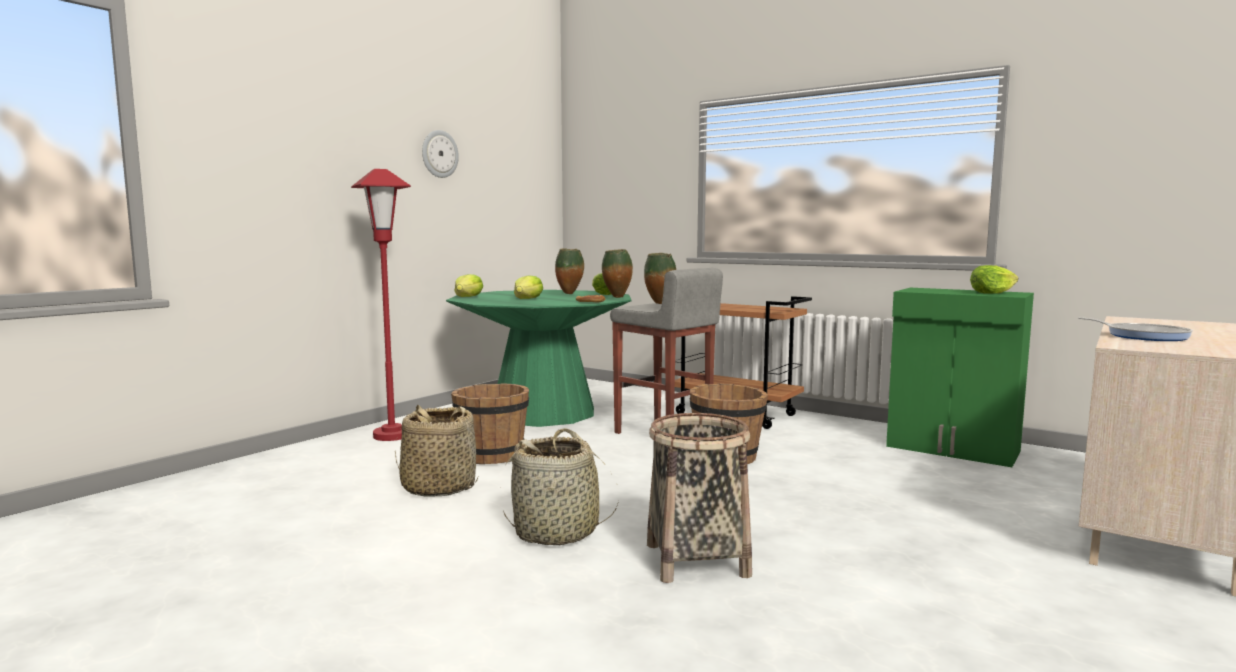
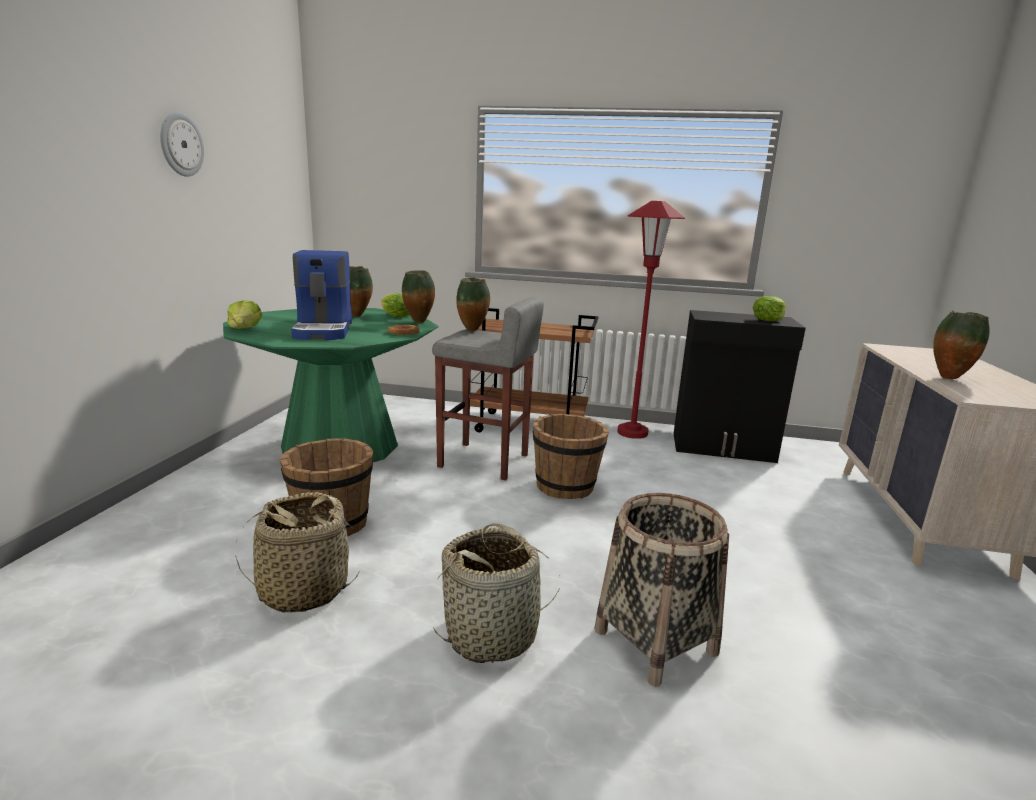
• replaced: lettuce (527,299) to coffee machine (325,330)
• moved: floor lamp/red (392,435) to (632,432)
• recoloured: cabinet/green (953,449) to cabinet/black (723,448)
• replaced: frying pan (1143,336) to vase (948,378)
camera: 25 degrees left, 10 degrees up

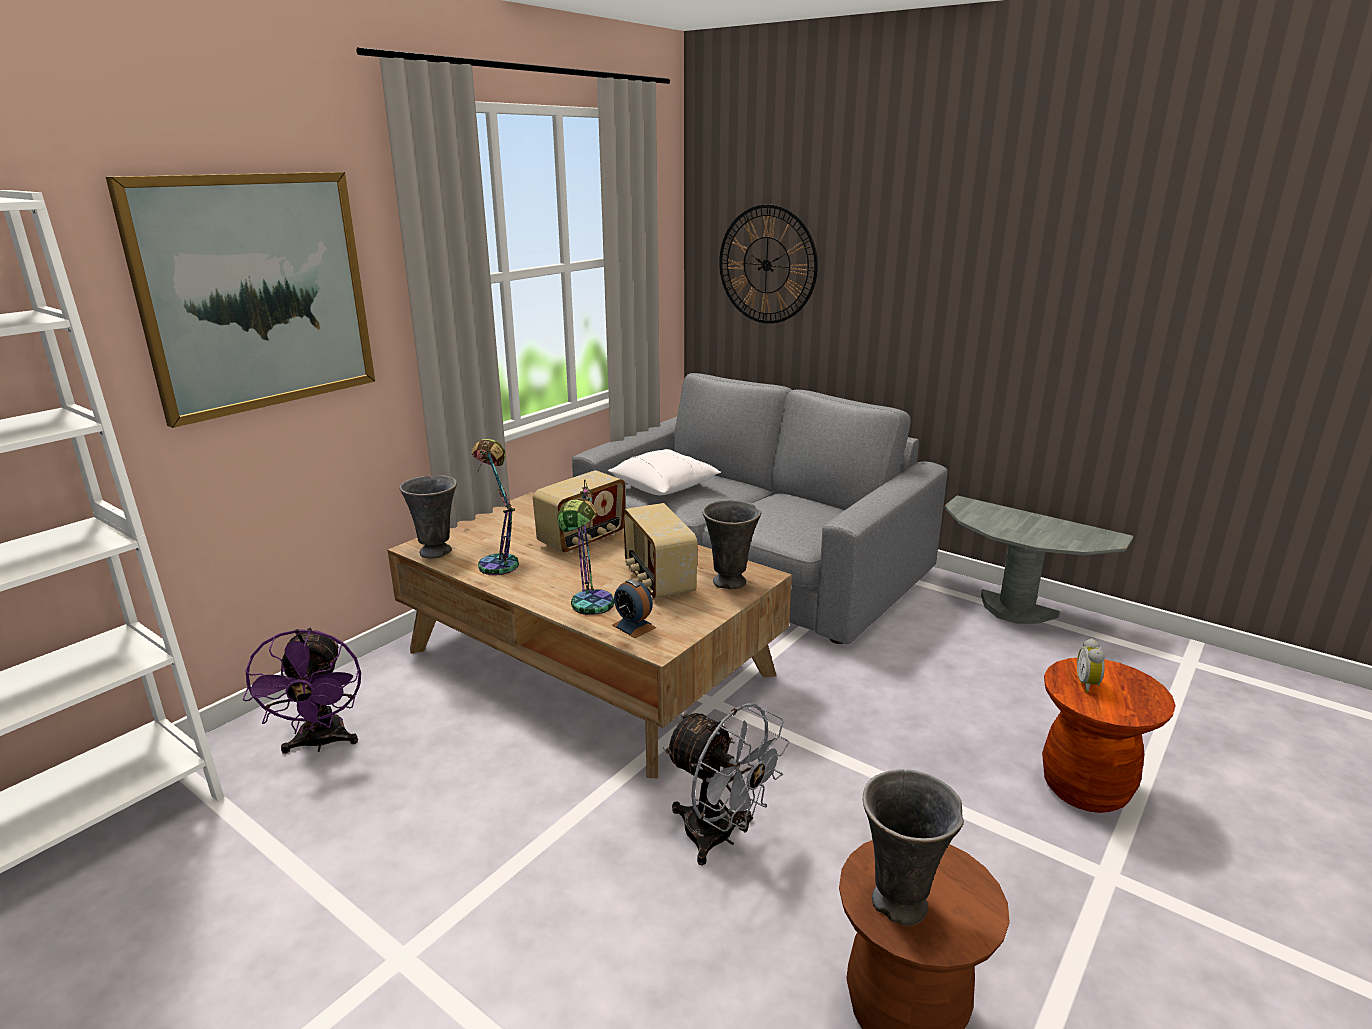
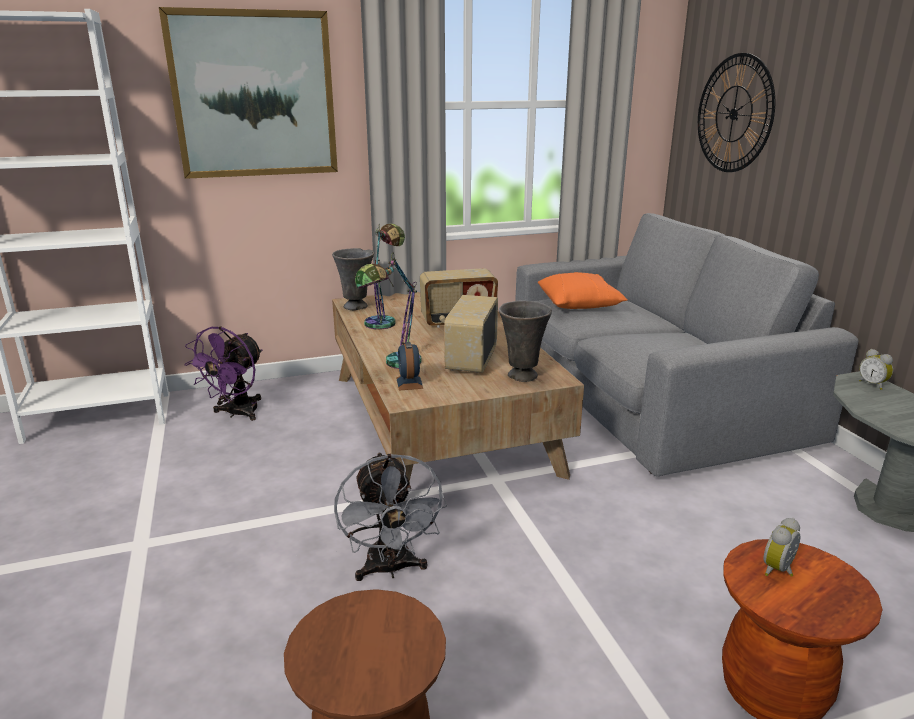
• recoloured: pillow/white (664,486) to pillow/orange (579,304)
• added: alarm clock (873,384)
• removed: vase/grey (900,905)
camera: 35 degrees right, 0 degrees up

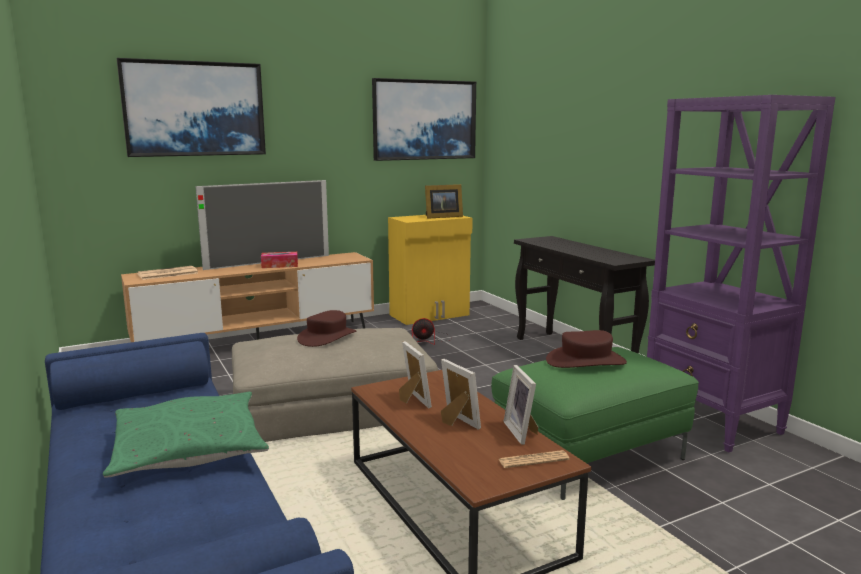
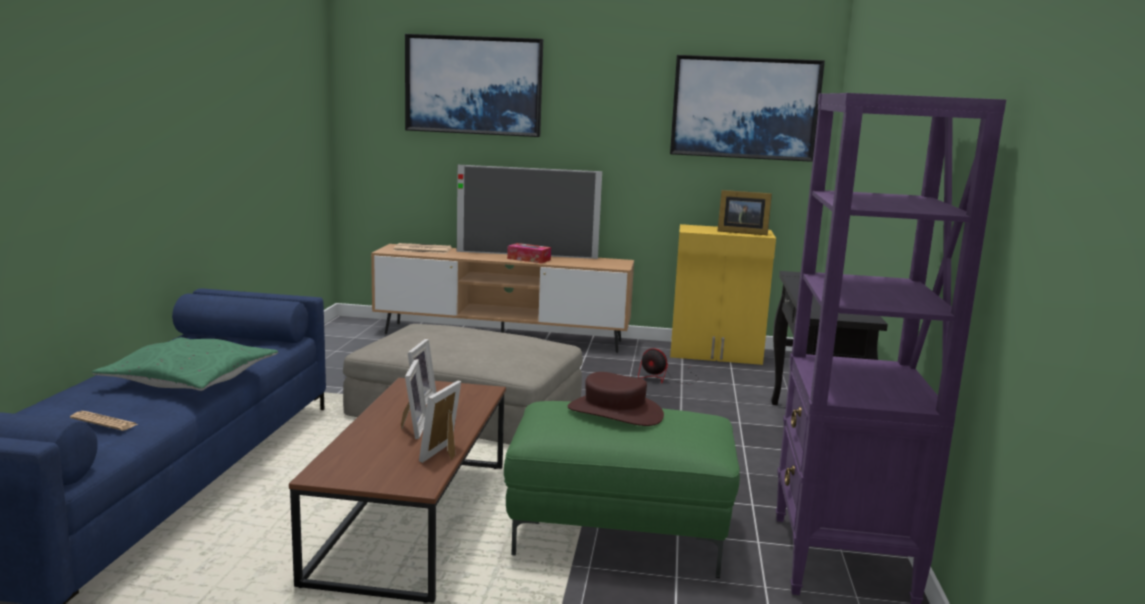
• moved: newspaper (533,460) to (104,422)
• removed: hat/brown (327,337)
camera: 35 degrees right, 0 degrees up

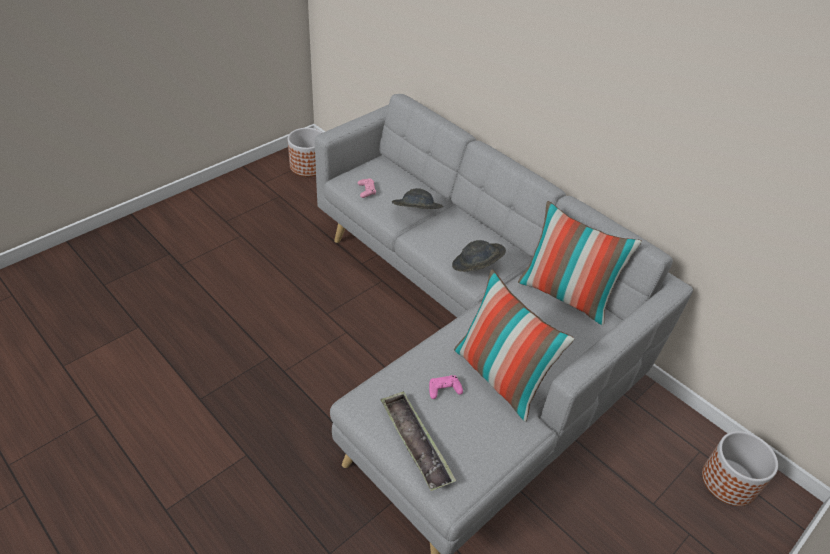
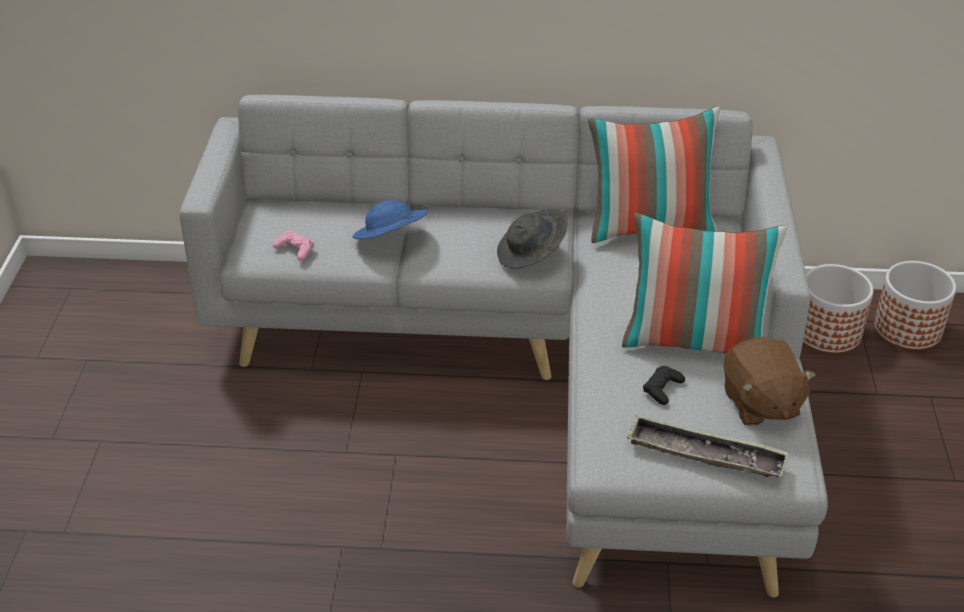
• recoloured: hat/grey (416,214) to hat/blue (390,240)
• recoloured: game controller/pink (444,389) to game controller/black (662,389)
• added: plush toy/brown (760,404)
• moved: planter (308,166) to (827,332)
camera: 40 degrees left, 5 degrees down

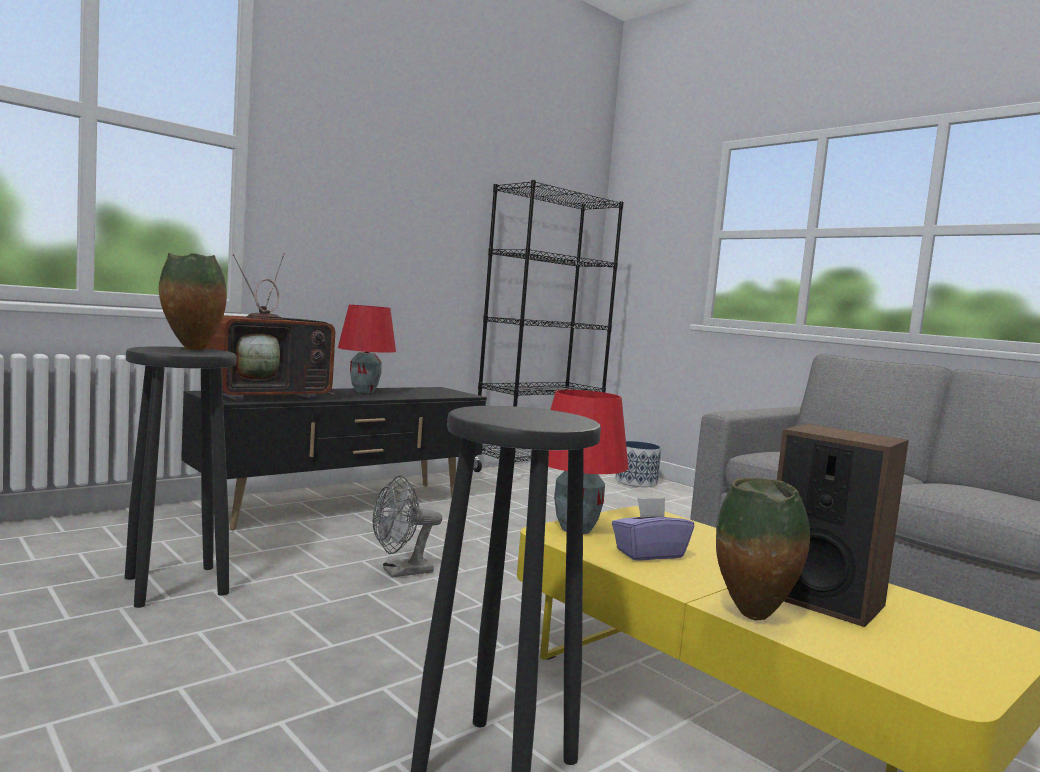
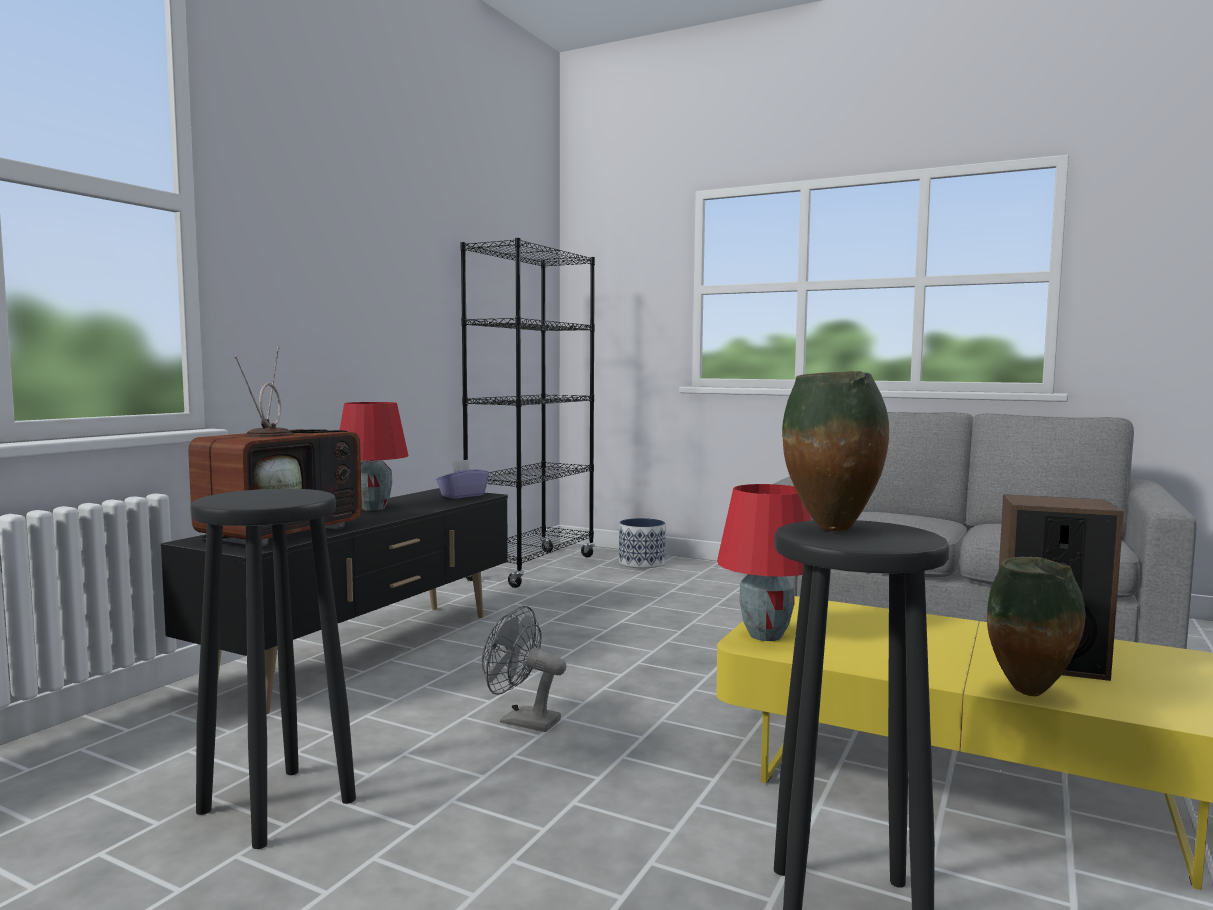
• moved: tissue box/purple (649,553) to (462,495)
• turned: fan/grey (400,572) = (521,721) 75 degrees clockwise
• moved: vase (191,349) to (832,530)
camera: 20 degrees left, 0 degrees up

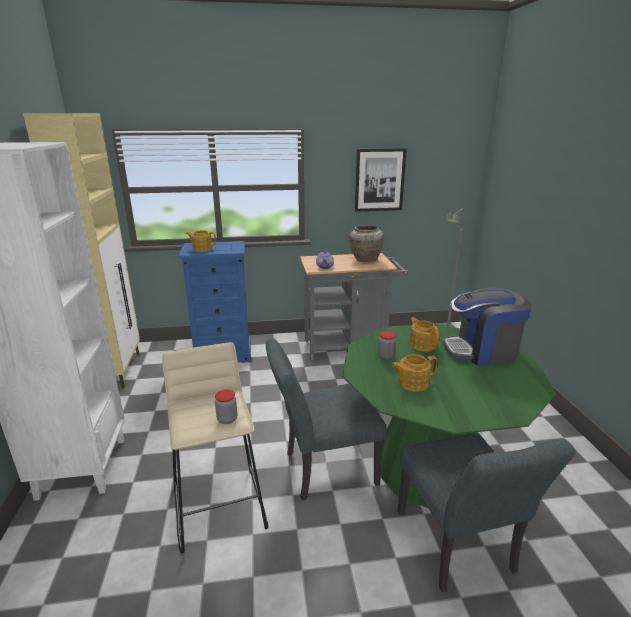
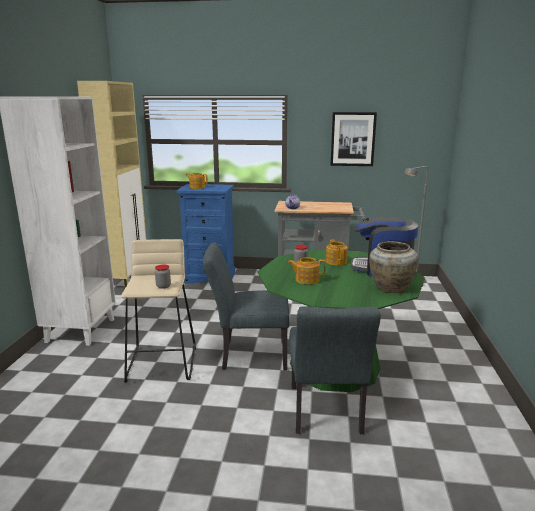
• moved: vase/beige (365,259) to (390,288)
camera: 15 degrees right, 5 degrees down

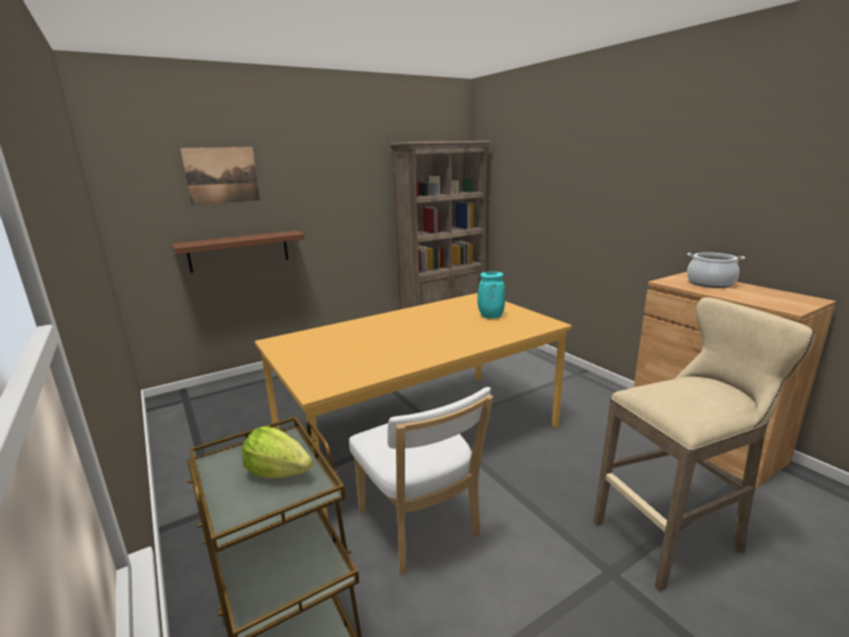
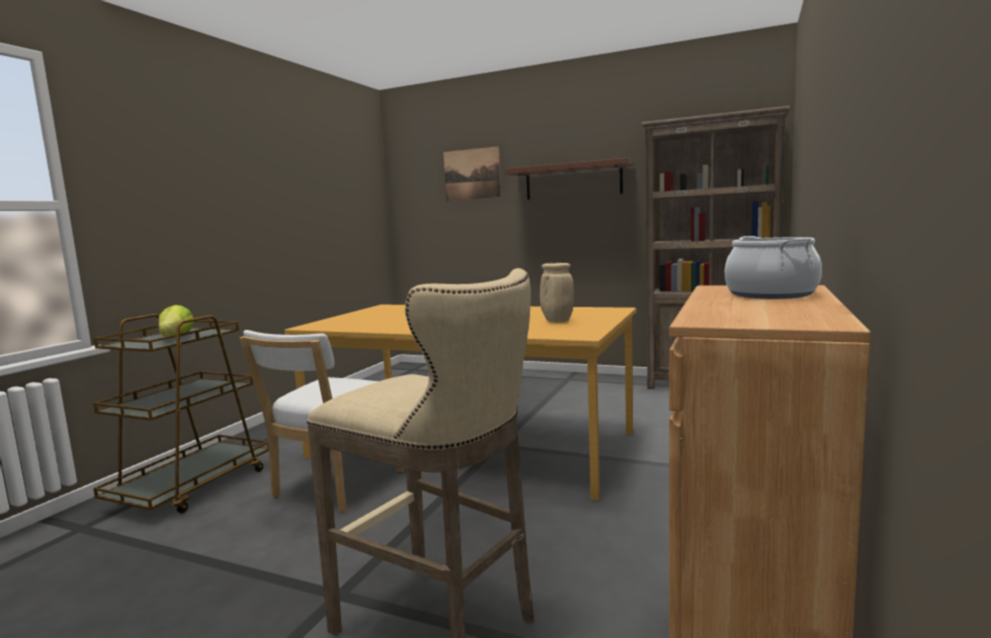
• moved: shelf/brown (239,251) to (573,181)
• recoloured: vase/turquoise (490,316) to vase/beige (556,321)
camera: 55 degrees right, 10 degrees down

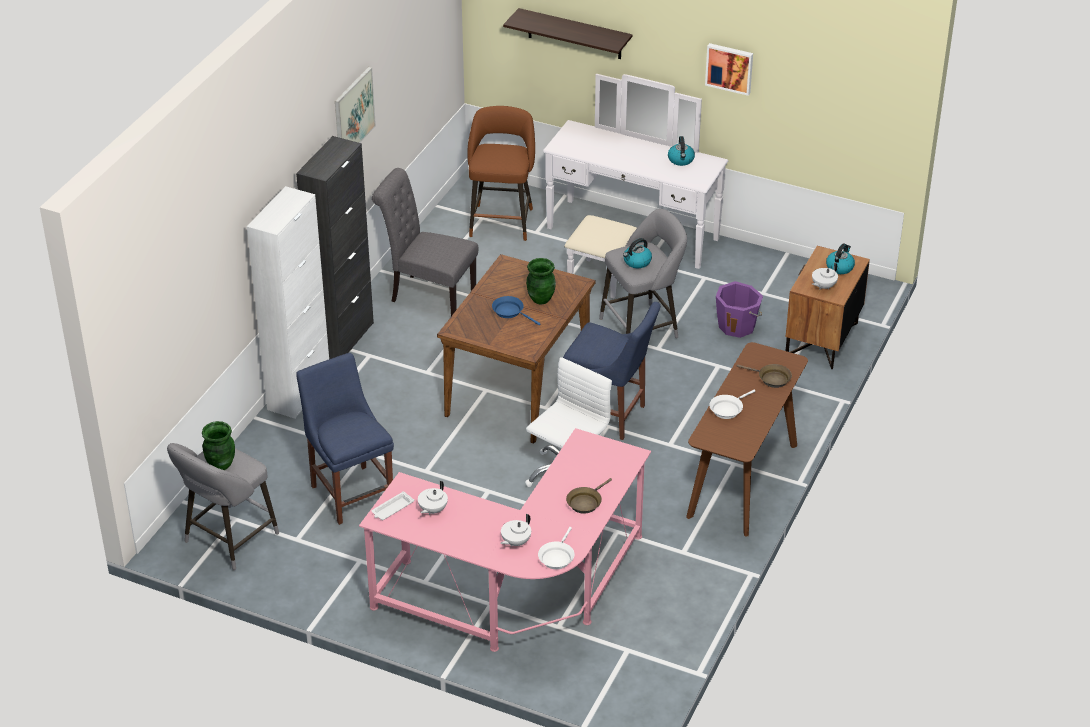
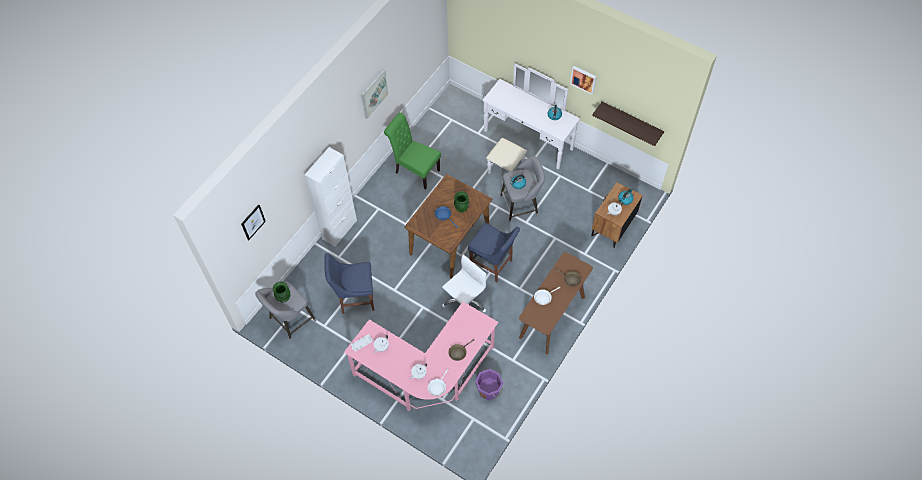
• added: picture (253,222)
• turned: chair/blue (350,491) = (355,298) 75 degrees counterclockwise
• recoloured: chair/grey (428,295) to chair/green (414,170)
• moved: bucket/purple (737,325) to (489,390)
• moved: shelf (574,34) to (631,121)
• removed: cabinet/black (343,338)
• removed: stool/brown (501,220)
camera: 10 degrees right, 20 degrees up

